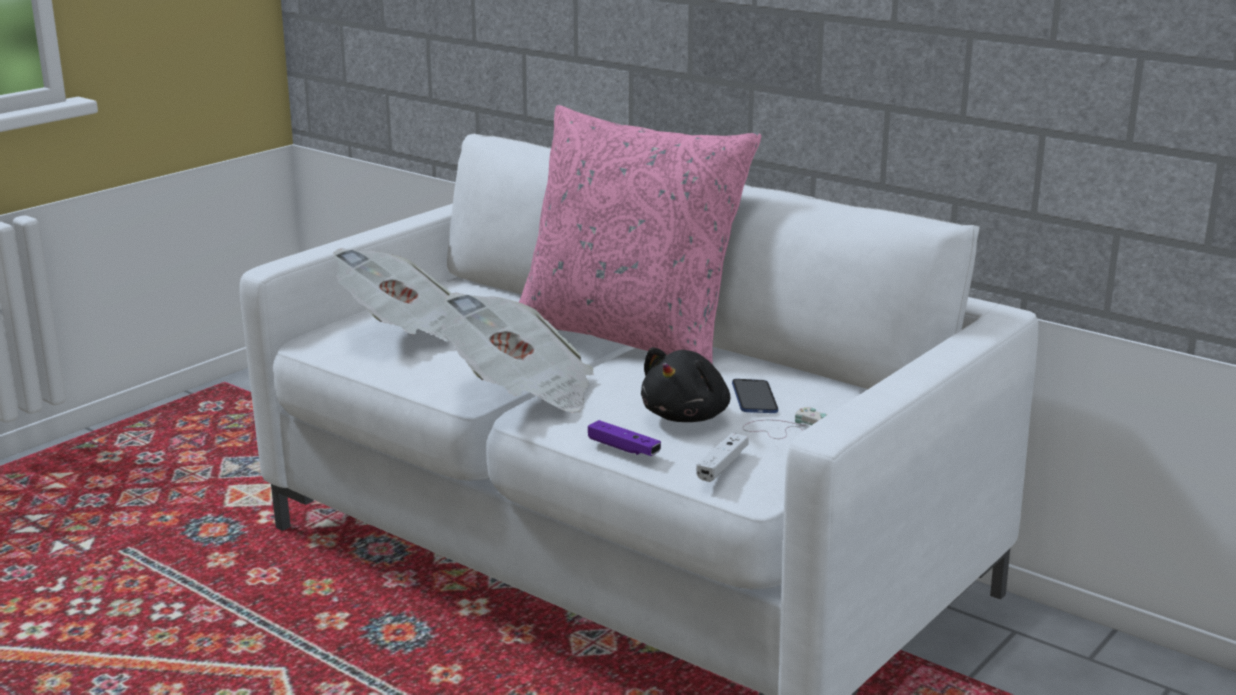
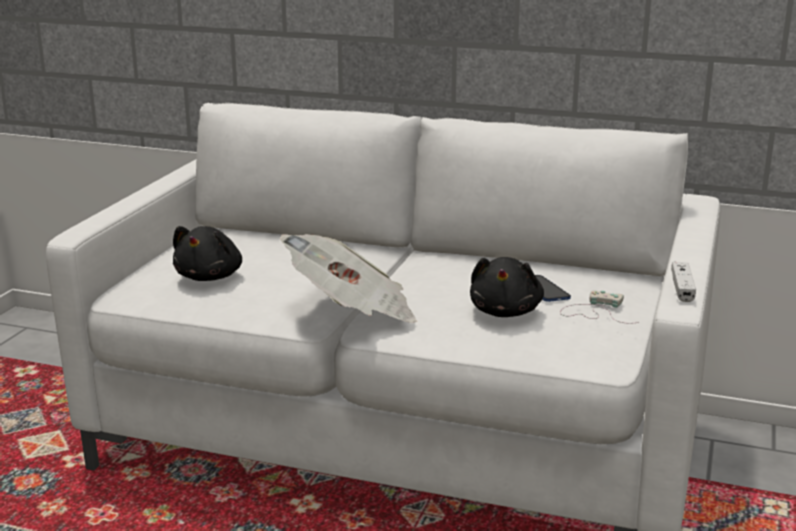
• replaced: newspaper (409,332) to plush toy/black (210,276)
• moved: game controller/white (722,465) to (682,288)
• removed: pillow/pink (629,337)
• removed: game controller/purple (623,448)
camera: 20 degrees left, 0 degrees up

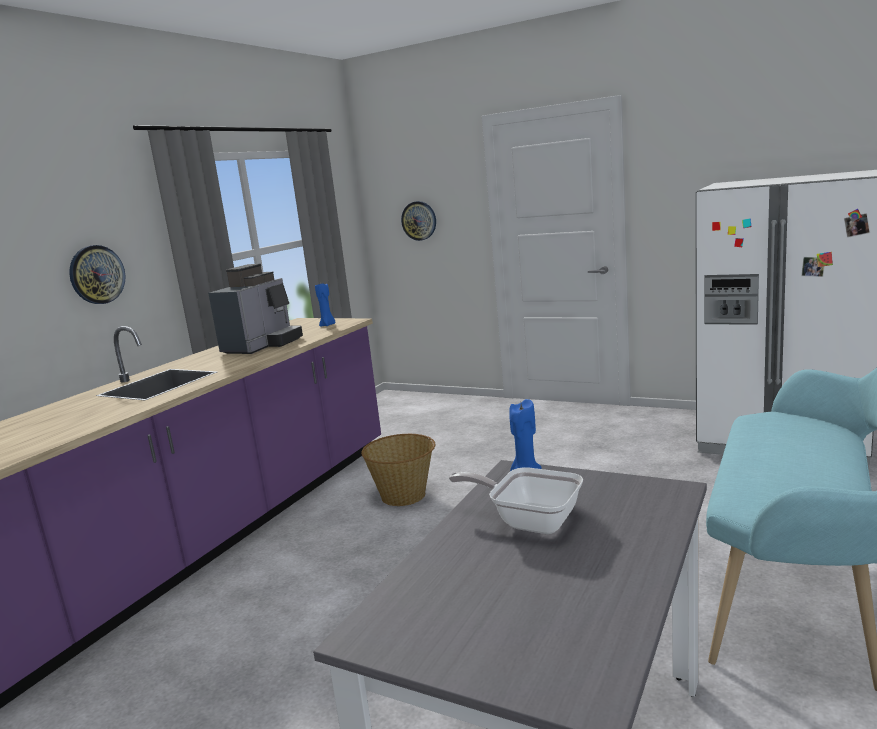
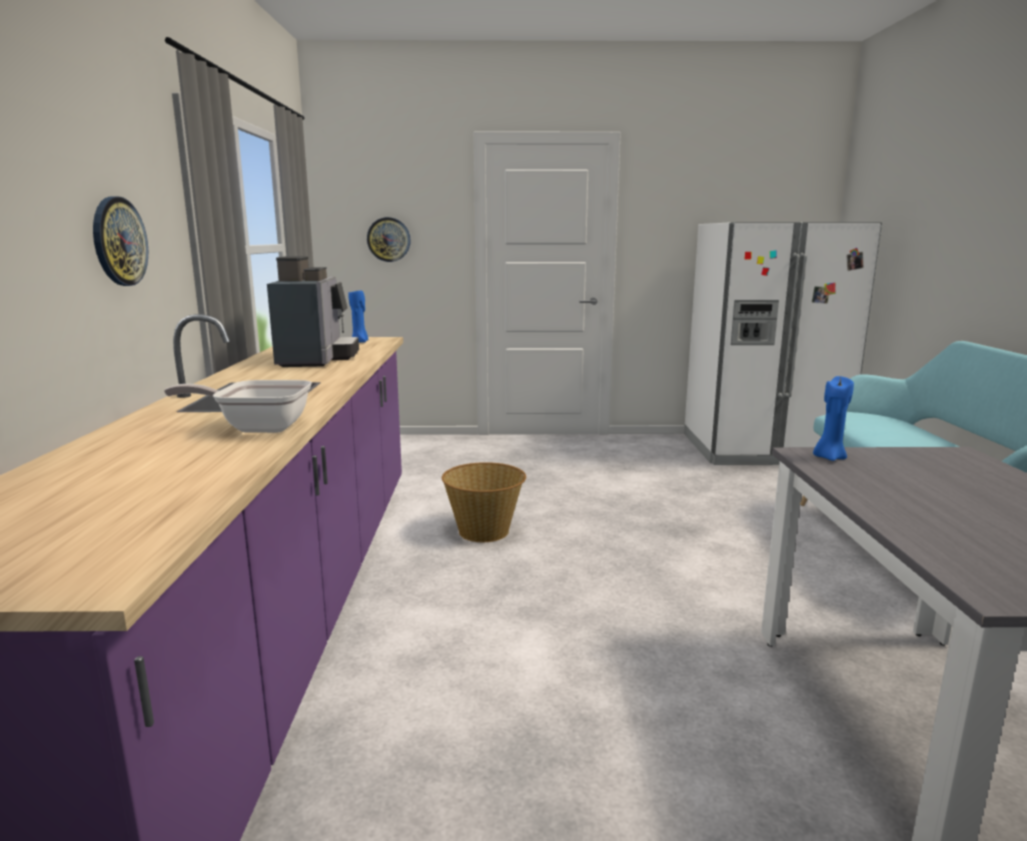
• moved: frying pan (529,521) to (257,427)
camera: 30 degrees left, 0 degrees up

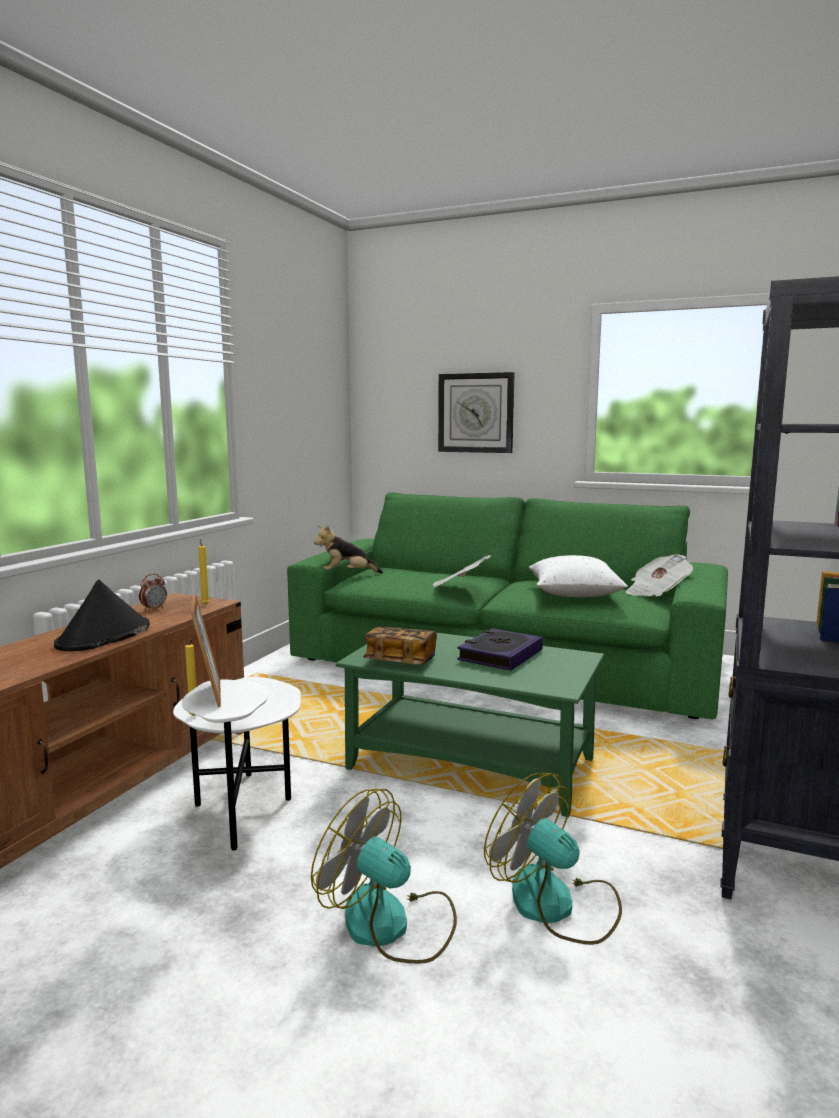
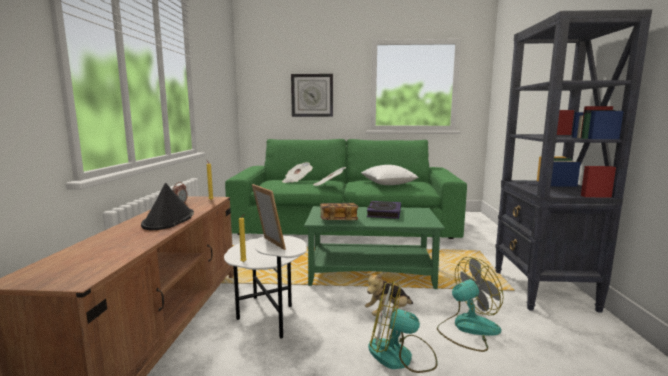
• moved: newspaper (656,592) to (297,181)
• moved: plush toy (347,575) to (388,312)
• turned: fan (556,905) = (467,329) 135 degrees clockwise
camera: 20 degrees left, 0 degrees up

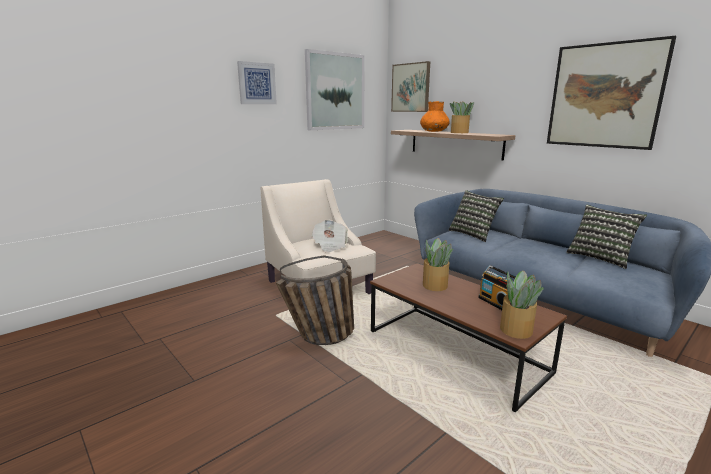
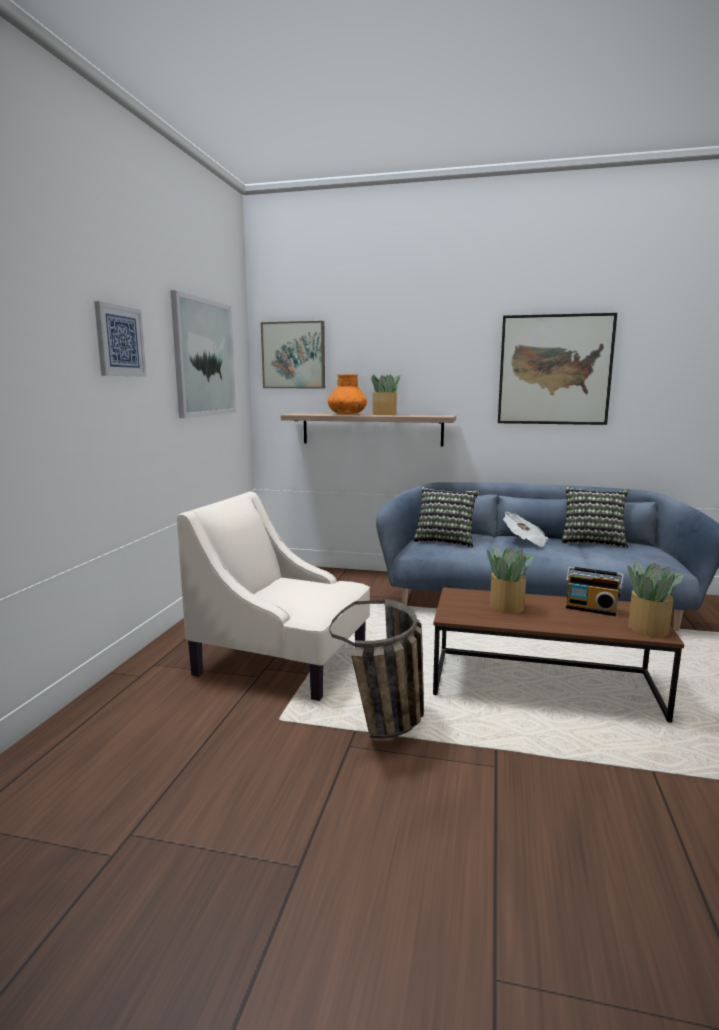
• moved: newspaper (330,246) to (525,541)
camera: 35 degrees left, 5 degrees down

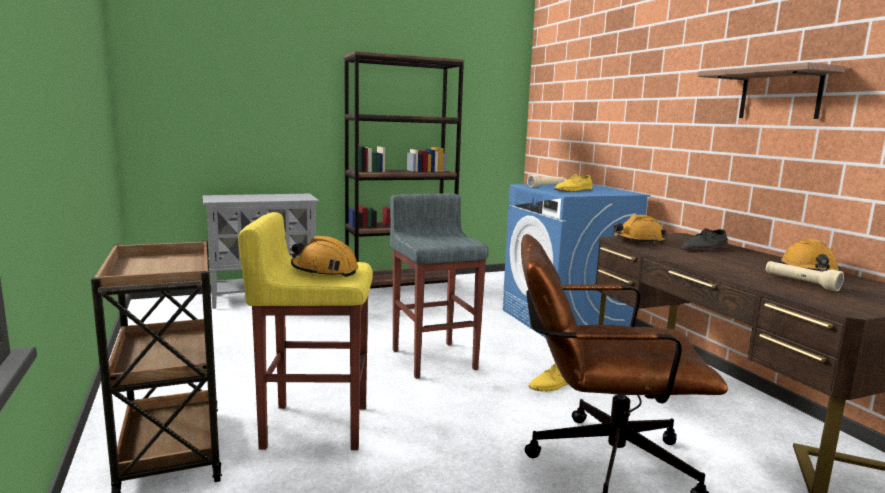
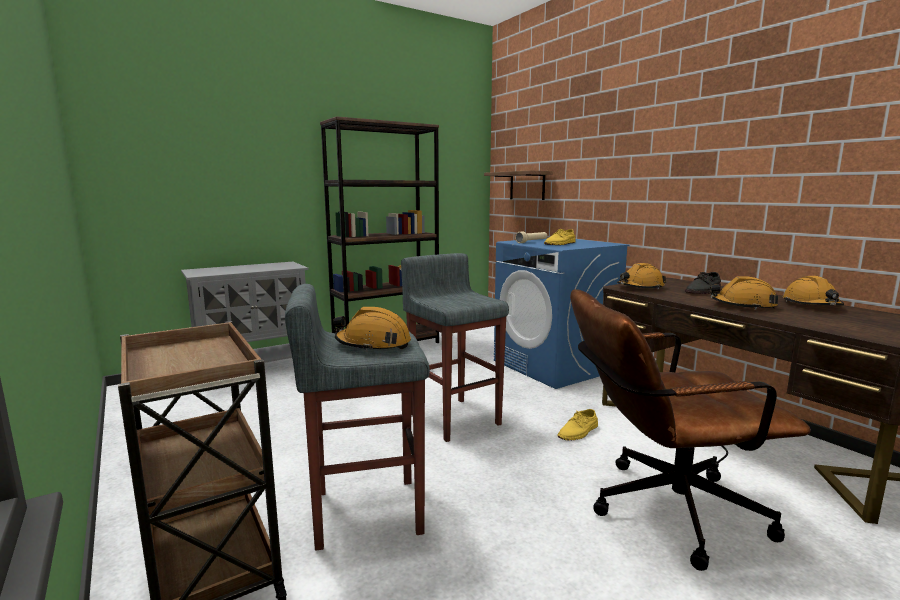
• recoloured: stool/yellow (314,426) to stool/grey (365,511)
• moved: shelf (780,94) to (527,185)
• added: hard hat/orange (743,306)
• removed: flashlight/beige (800,283)
camera: 10 degrees left, 0 degrees up

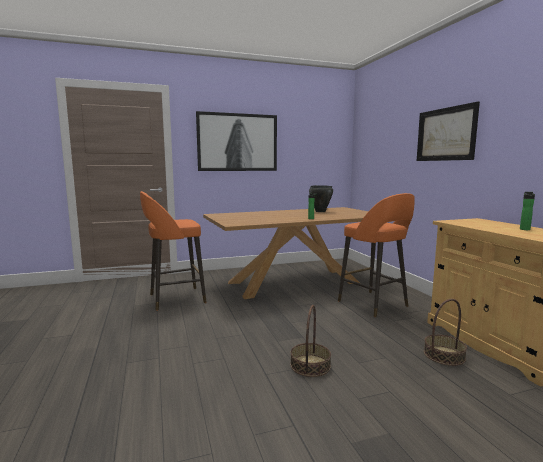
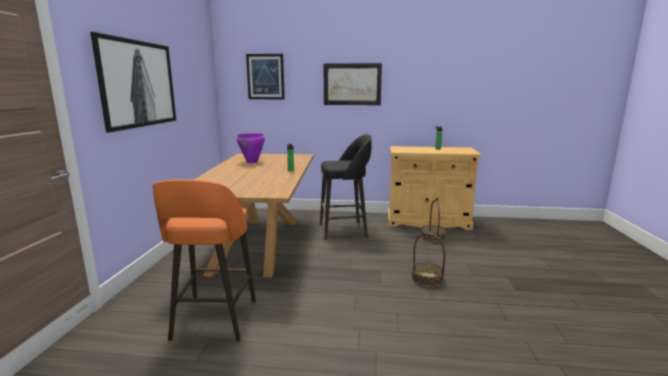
• recoloured: cooking pot/black (320,211) to cooking pot/purple (252,162)
• added: picture (265,76)
• recoloured: stool/orange (374,304) to stool/black (344,230)
camera: 65 degrees left, 5 degrees up

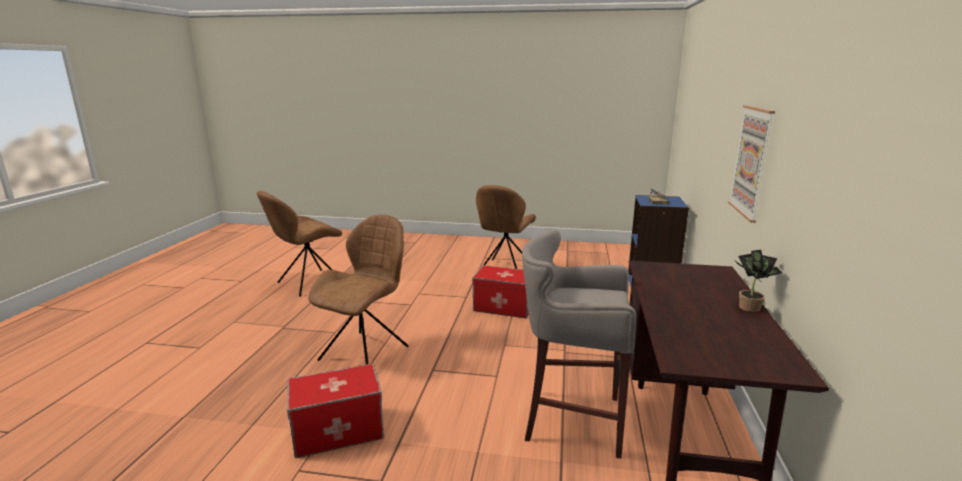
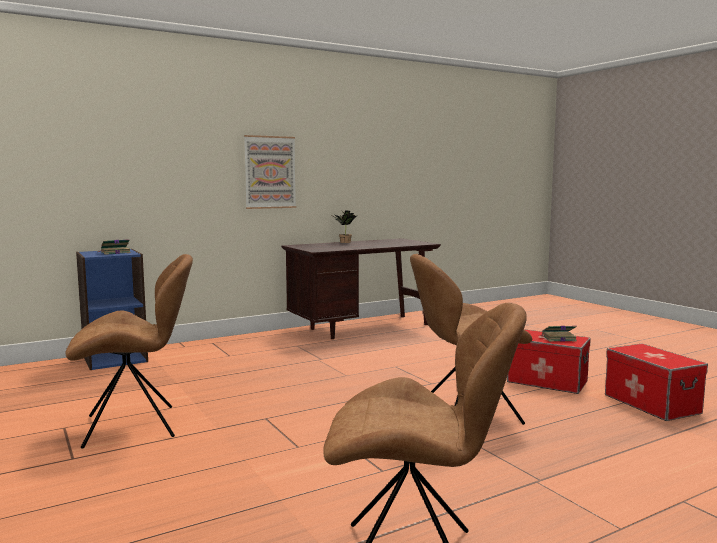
• added: book (558,338)
• moved: storage box (503,307) to (652,404)
• removed: stool/grey (570,419)
camera: 130 degrees left, 10 degrees down

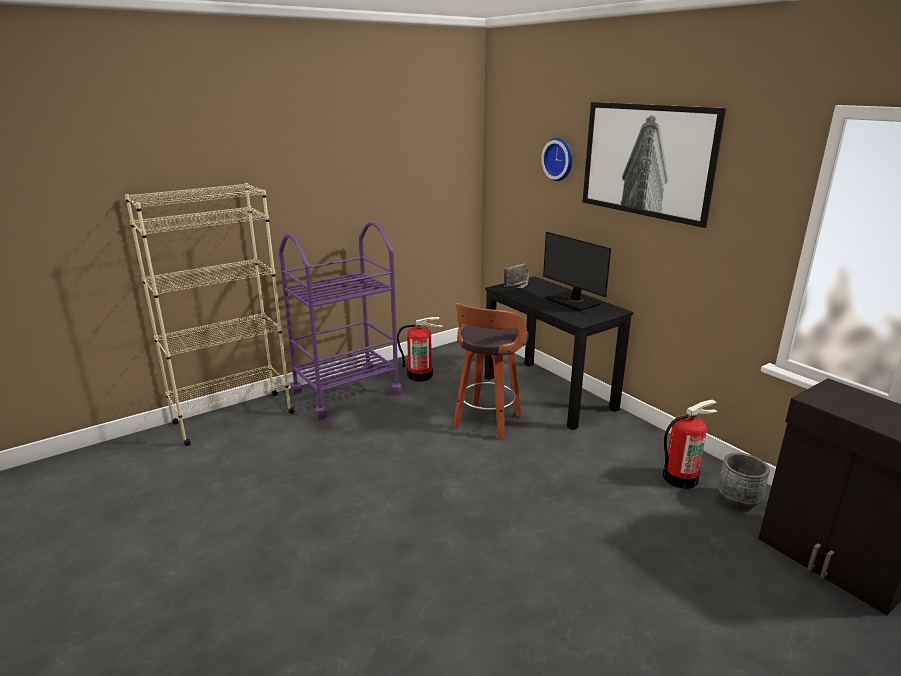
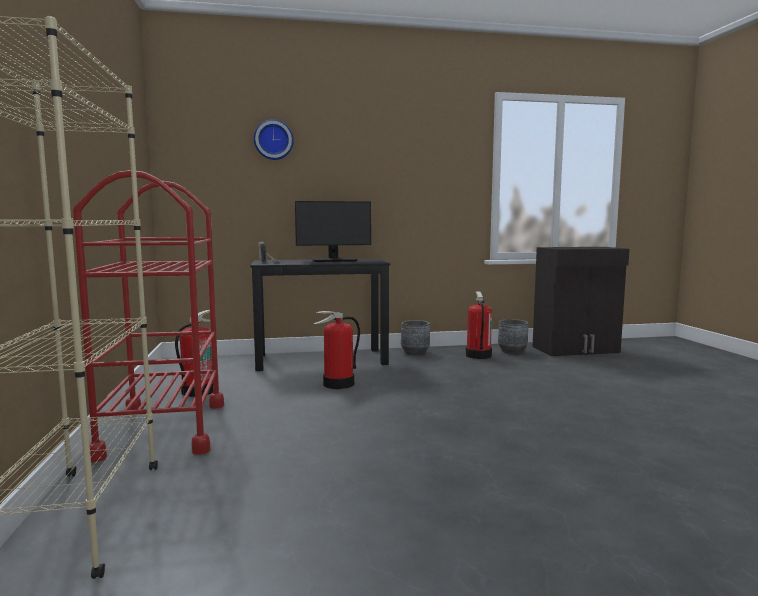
• recoloured: cart/purple (346,392) to cart/red (163,429)
• replaced: stool (487,422) to fire extinguisher (338,384)
• added: planter/grey (415,352)
• removed: picture (646,160)
camera: 65 degrees left, 15 degrees down

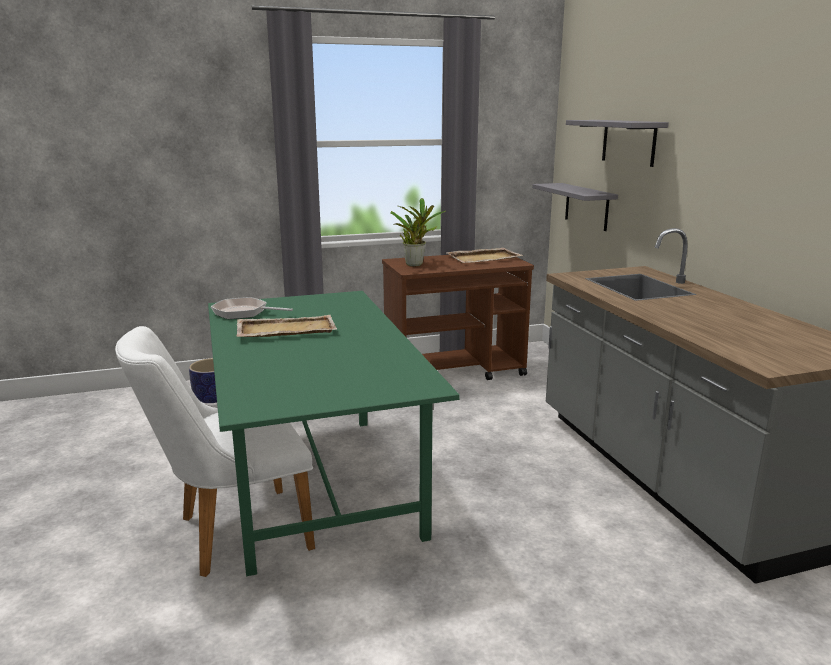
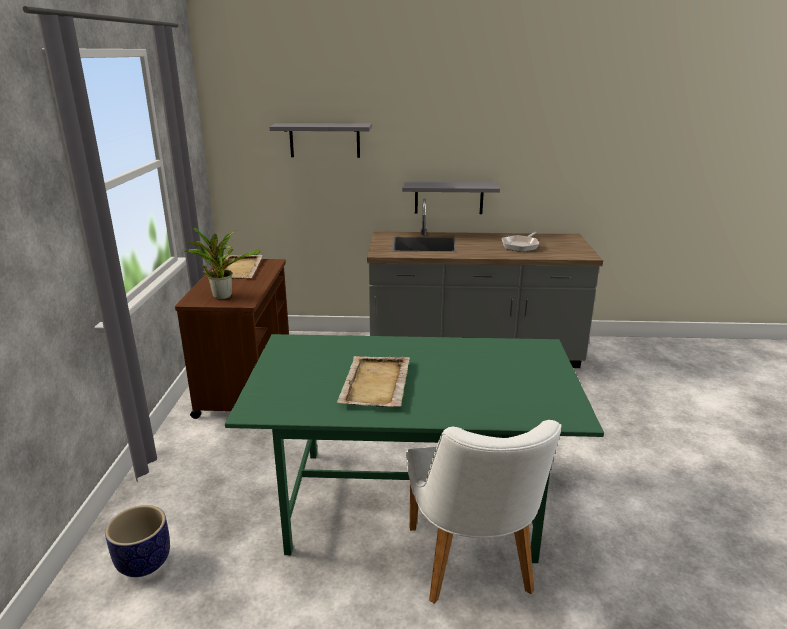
• moved: shelf/grey (586,206) to (449,197)
• moved: frying pan (244,313) to (521,245)
camera: 70 degrees left, 5 degrees up

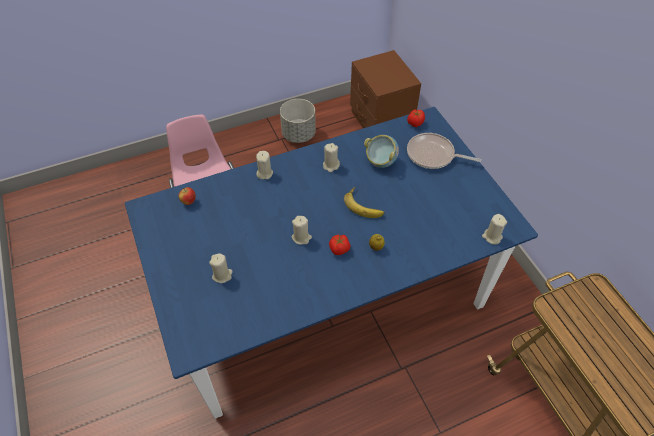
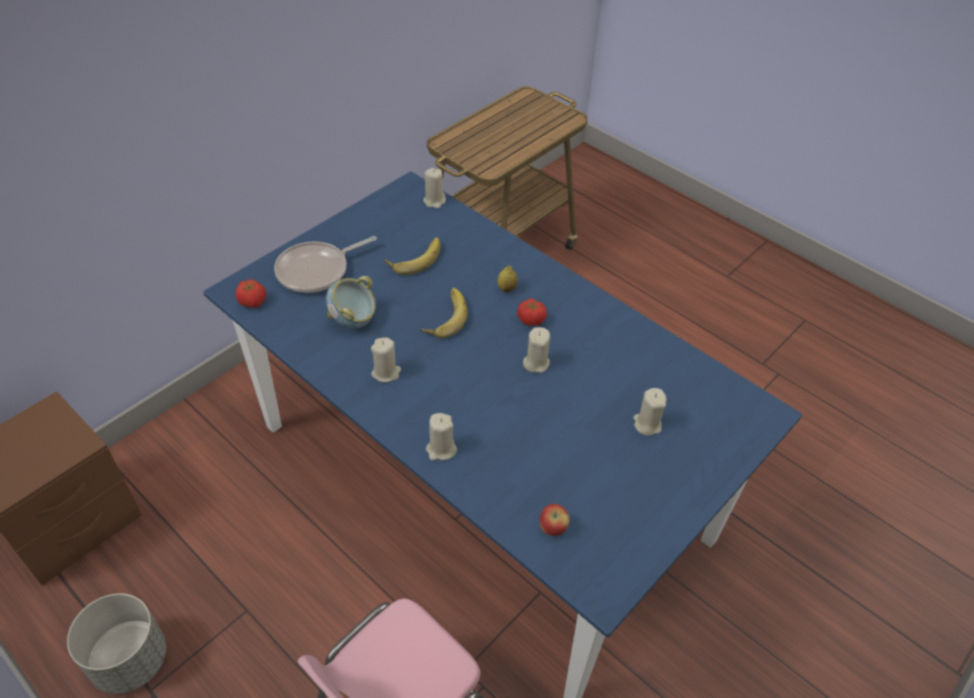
• turned: frying pan (433,155) = (317,271) 60 degrees clockwise
• added: banana (414,258)
camera: 115 degrees left, 5 degrees down

